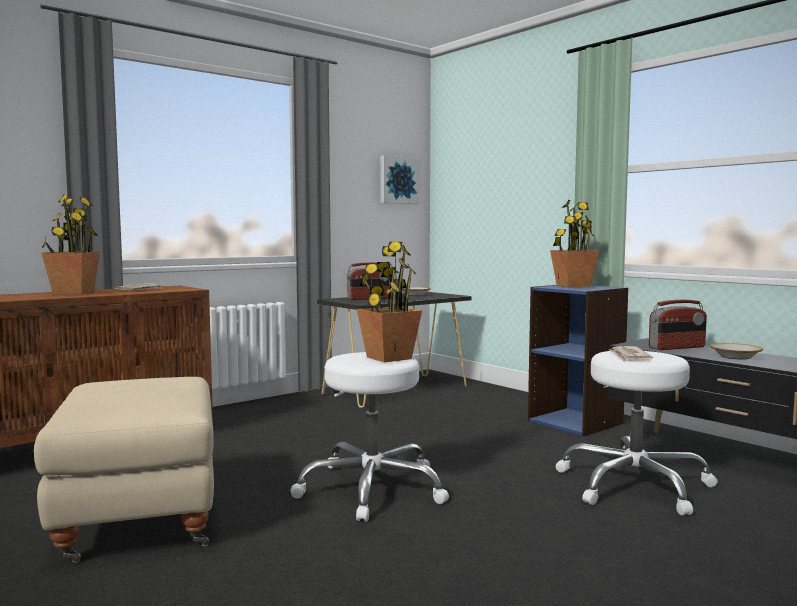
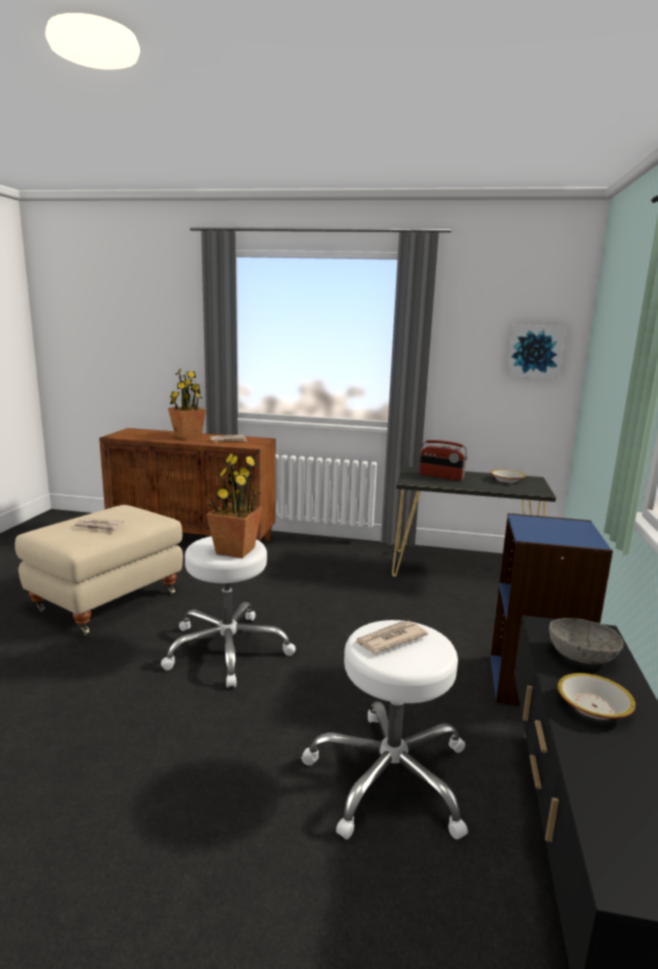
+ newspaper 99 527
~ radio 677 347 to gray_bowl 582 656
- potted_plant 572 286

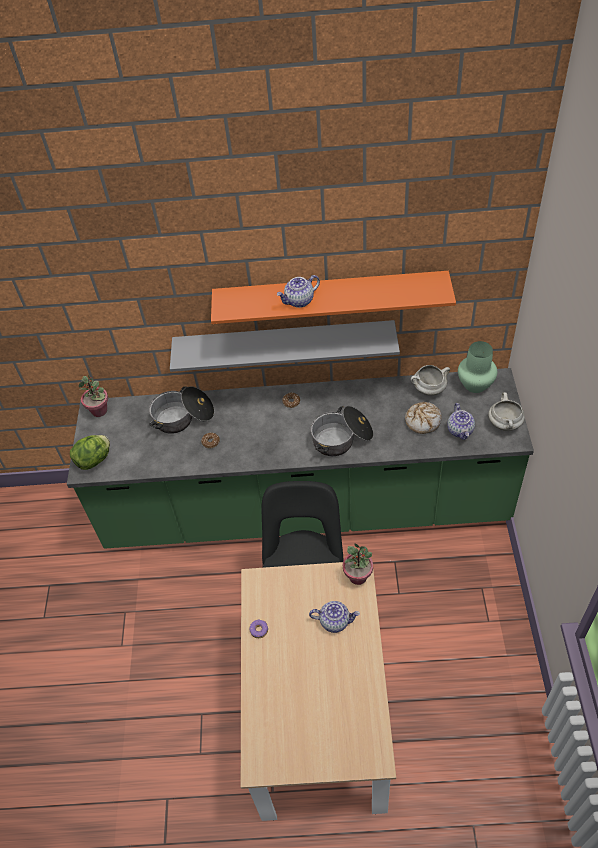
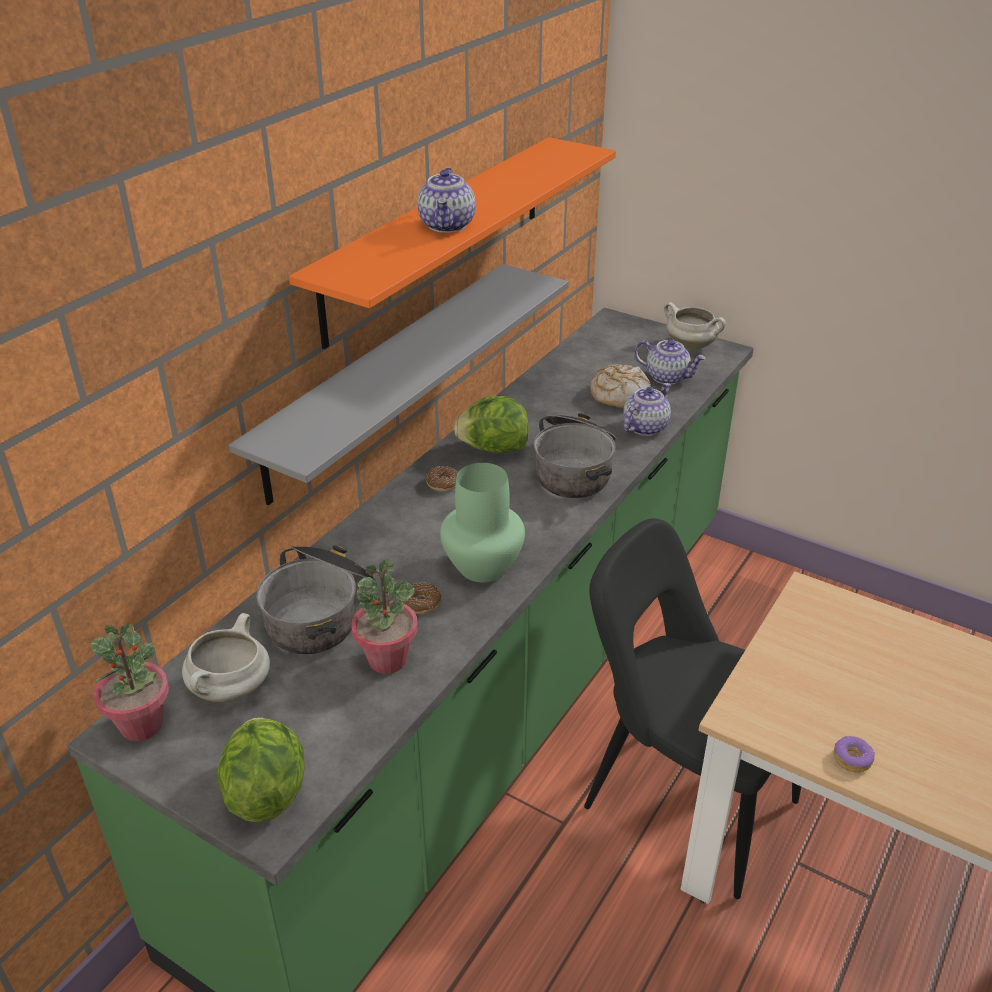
~ white-coloured_cooking_pot 429 389 to 231 690
~ potted_plant 358 576 to 387 659
~ green_vase 474 384 to 481 567
+ lettuce 493 449
~ pot_for_tea 335 621 to 645 427

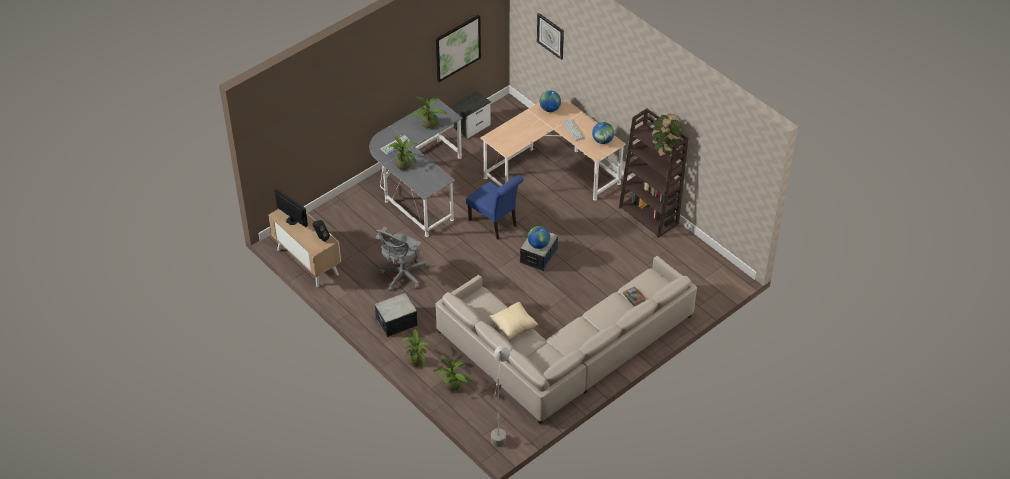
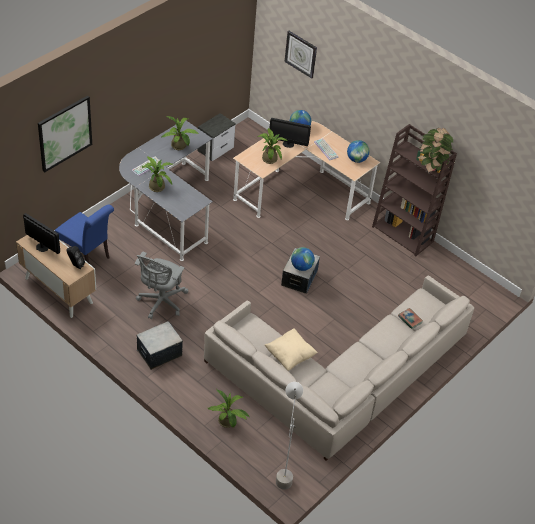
~ picture 457 47 to 64 133
~ blue-coloured_upright_chair 495 224 to 87 256
~ potted_plant 416 360 to 270 158
+ monitor 288 144

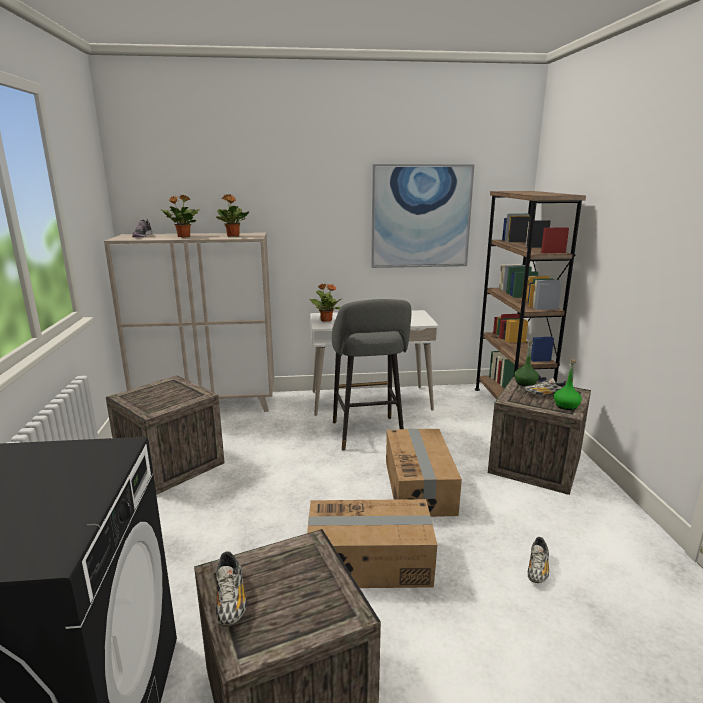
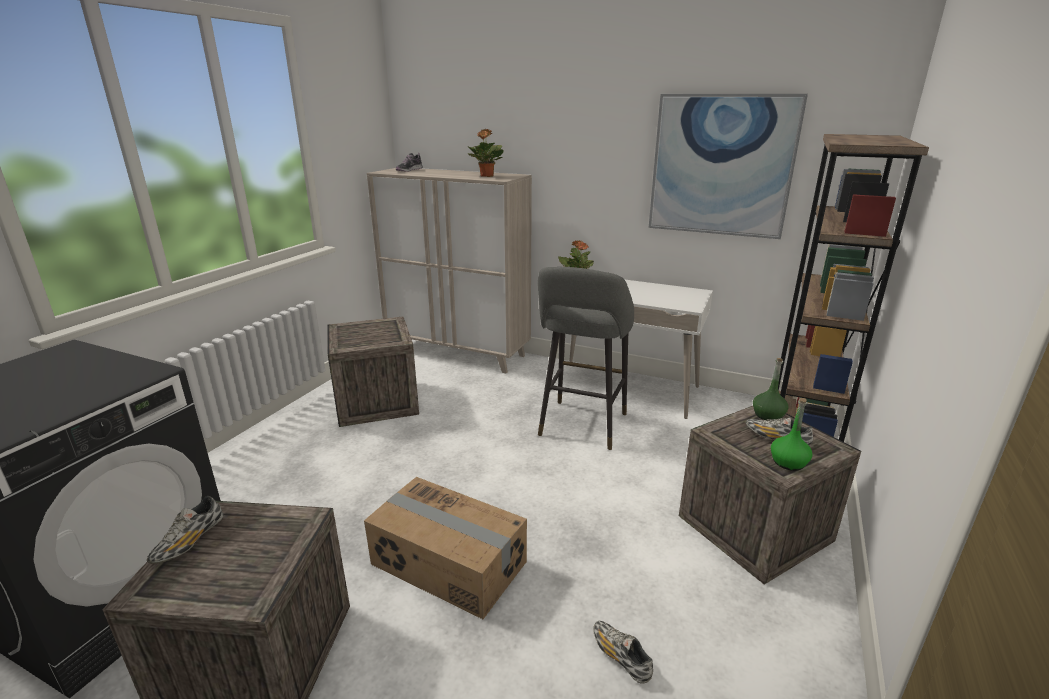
~ item_of_footwear 537 569 = 620 657 90 degrees clockwise
- potted_plant 183 236
- cardboard_box 420 486

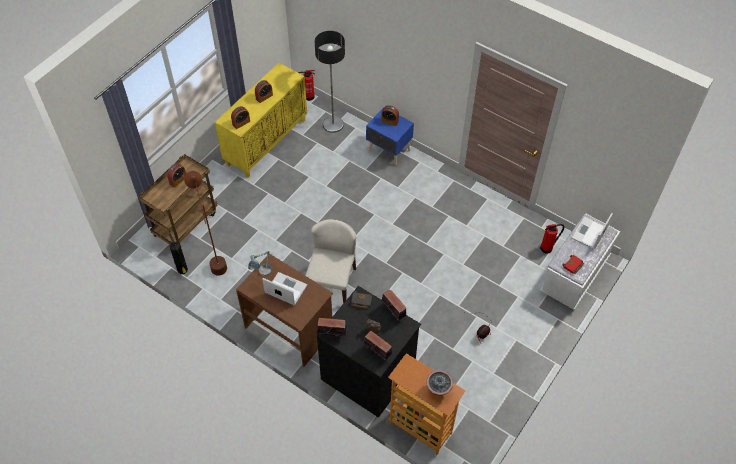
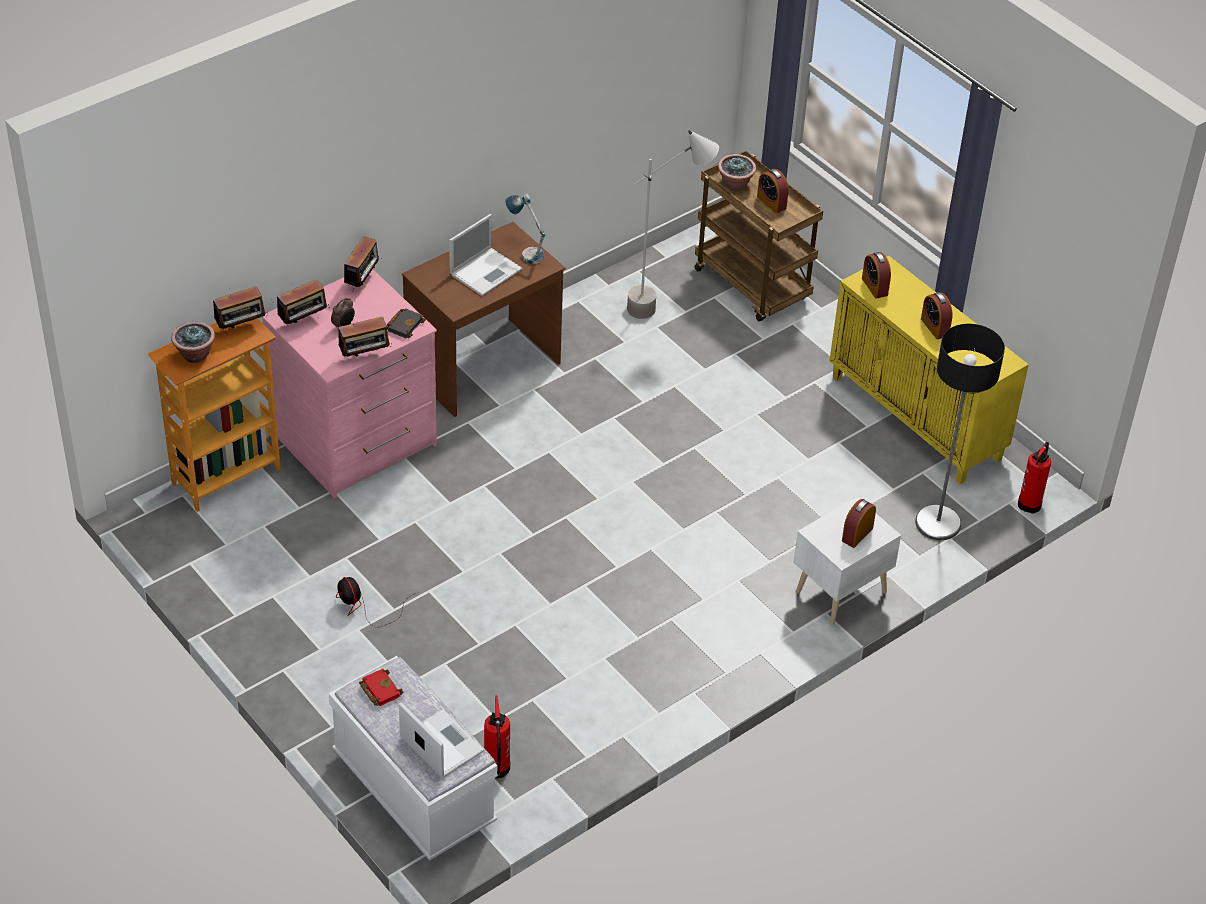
+ radio 241 328
~ black-coloured_dresser 368 373 to pinkish_dresser 356 441
~ brownish_standing_lamp 214 258 to gray_standing_lamp 665 307
+ potted_plant 735 184
~ blue-coloured_night_table 389 151 to white-coloured_night_table 838 591
- fire_extinguisher 182 270
- sand-coloured_upright_chair 332 283

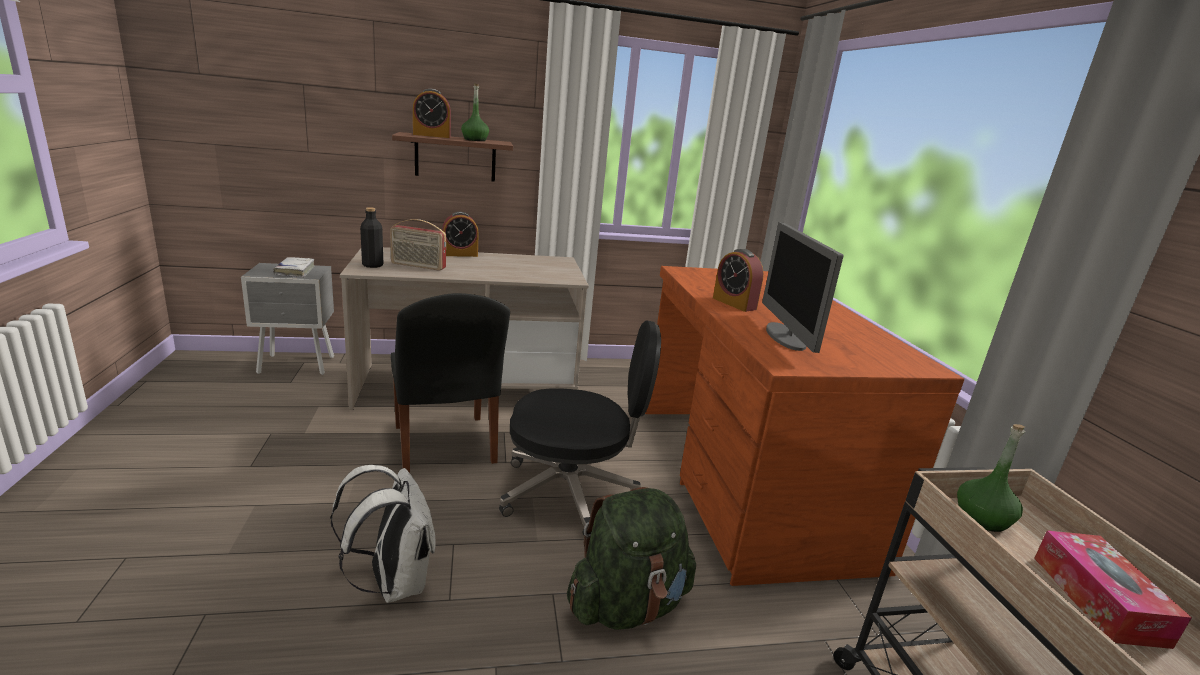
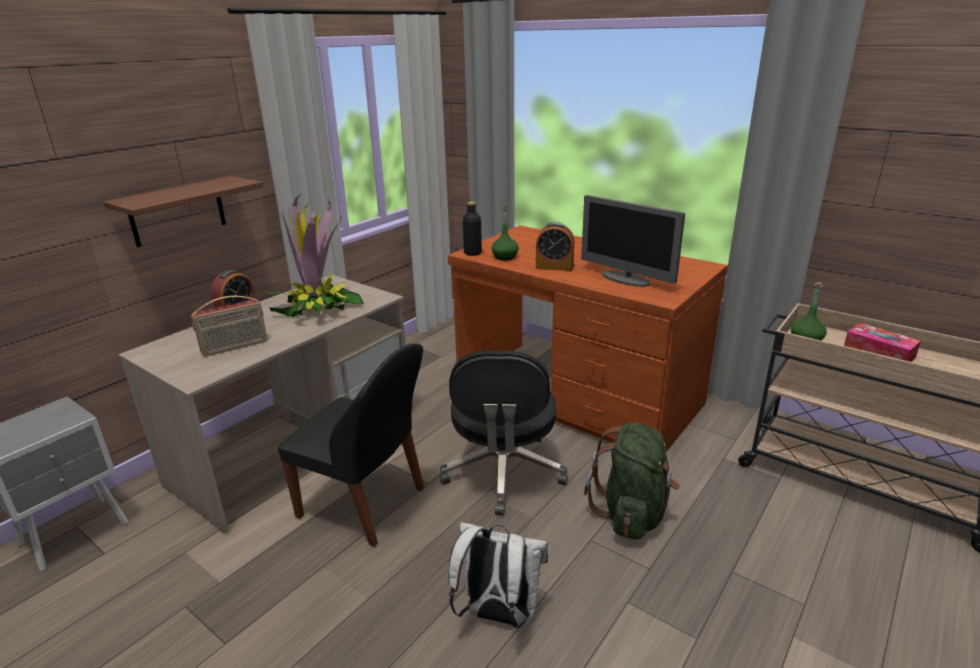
+ potted_plant 318 308
~ black-coloured_desk_chair 572 493 = 503 472 135 degrees clockwise
~ black-coloured_bottle 372 265 to 472 253
~ green_bottle 475 140 to 505 257
- white-coloured_book 295 271
- alarm_clock 432 136

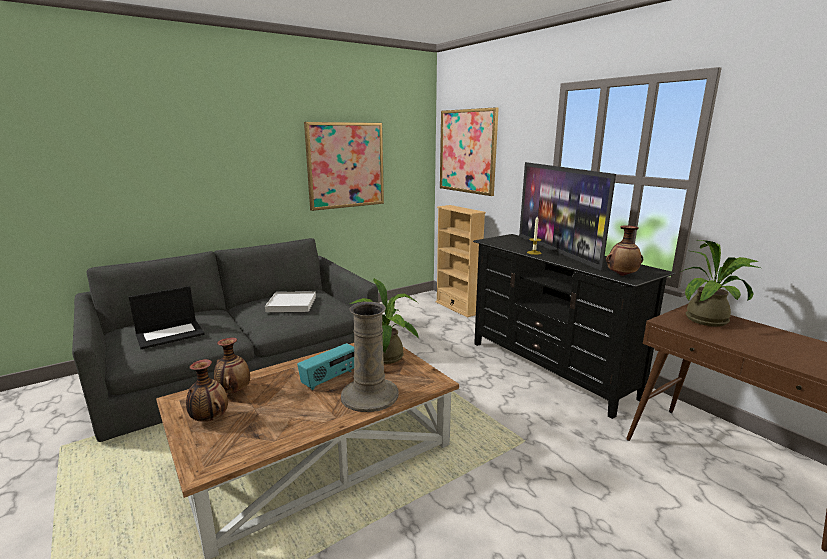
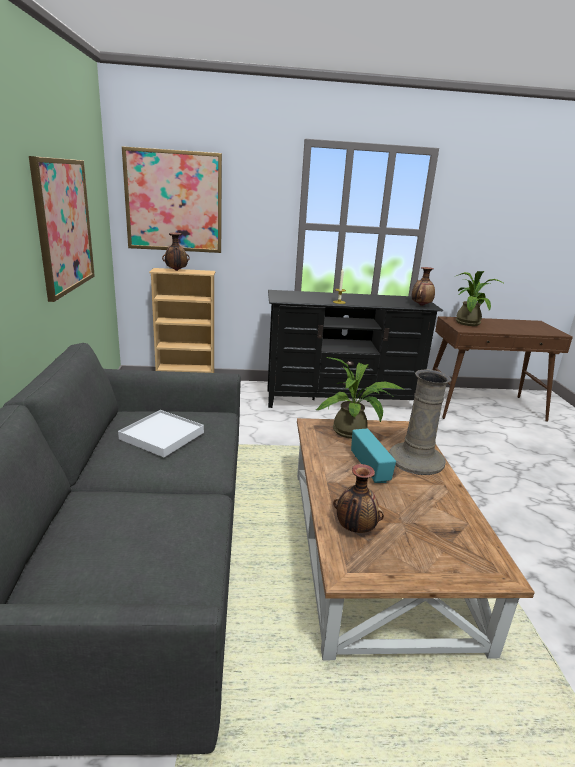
~ vase 209 419 to 176 270
- portable_computer 170 334
- TV 557 251

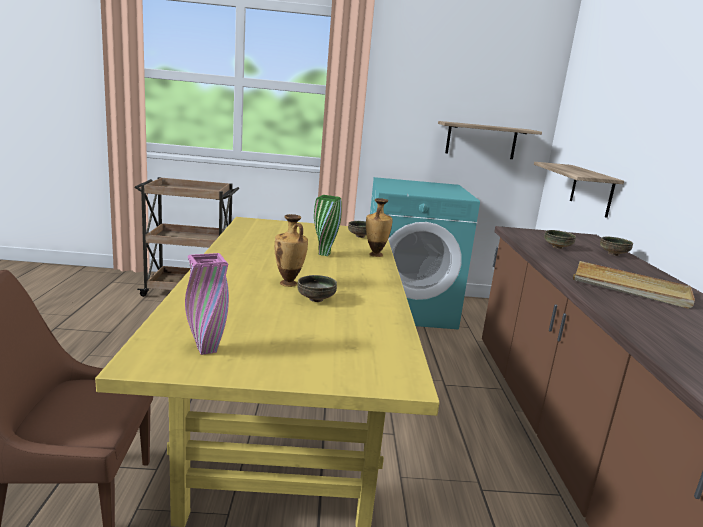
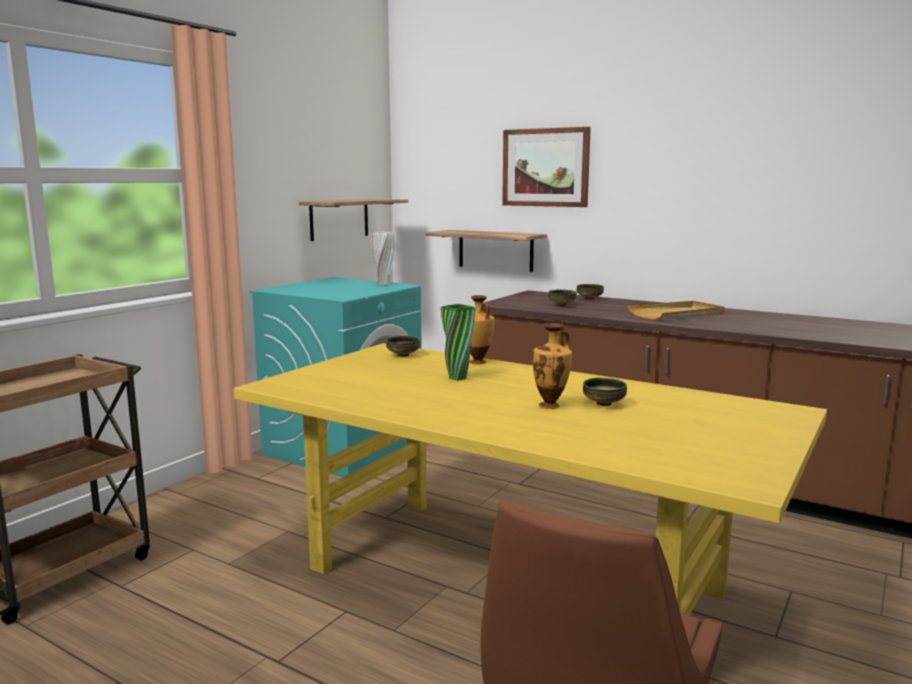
+ white-coloured_vase 383 284
+ picture 545 167
- pinkish_vase 206 350

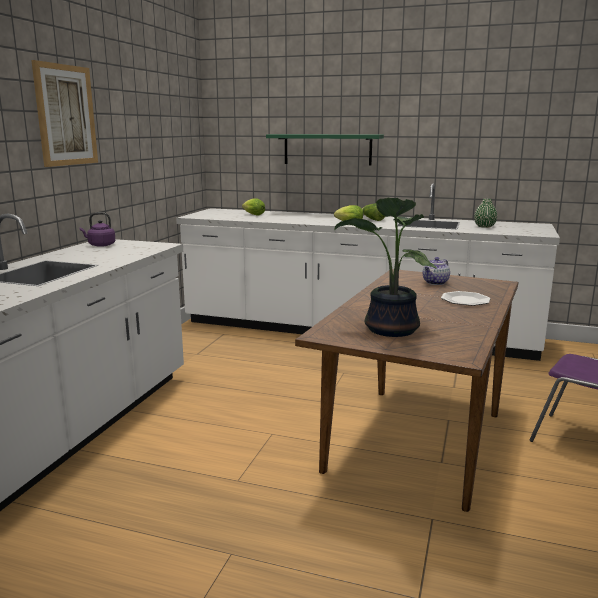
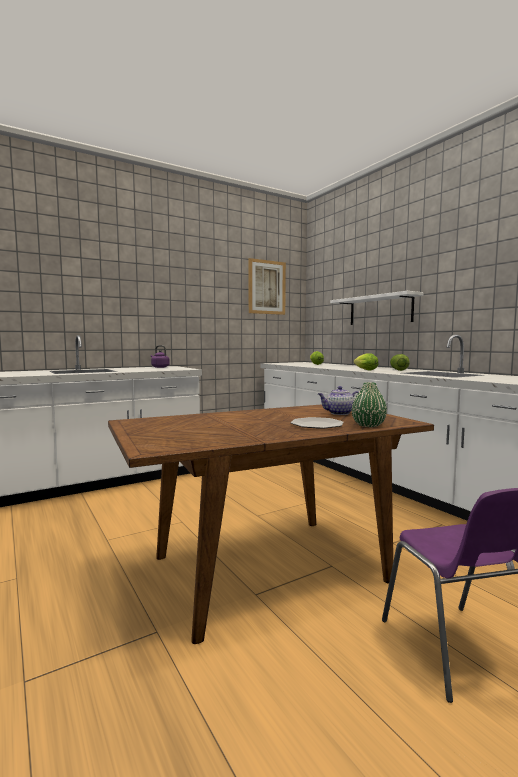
~ picture 66 115 to 267 287
~ green_shelf 327 149 to white-coloured_shelf 380 310
~ green_vase 484 226 to 368 425
- potted_plant 389 330

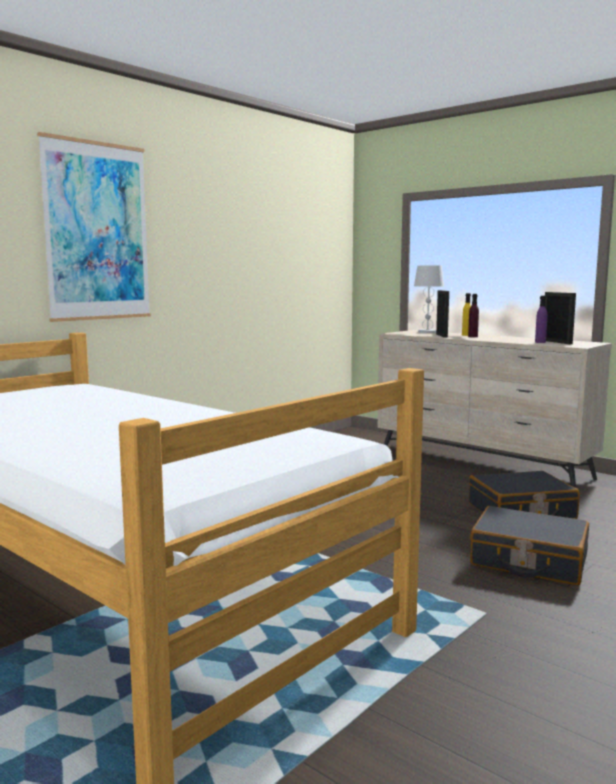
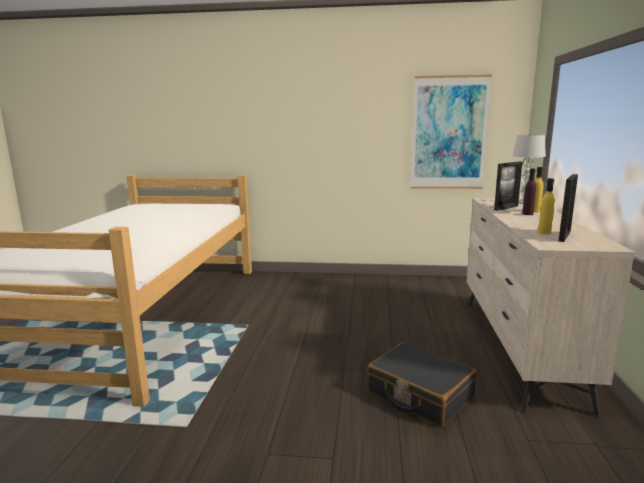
~ picture 97 232 to 449 133
~ purple-coloured_bottle 540 342 to yellowish_bottle 544 232
- black-coloured_travel_case 528 561

